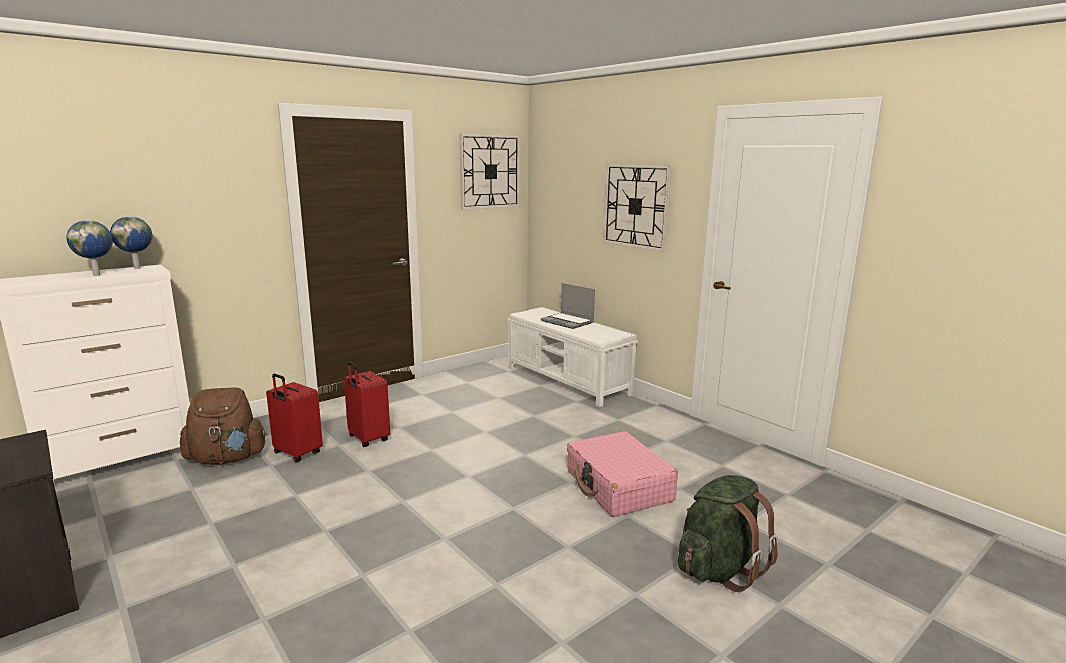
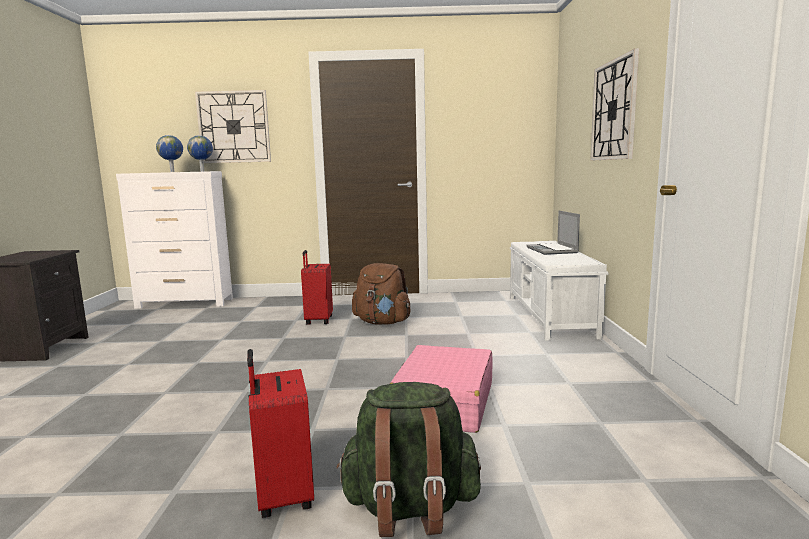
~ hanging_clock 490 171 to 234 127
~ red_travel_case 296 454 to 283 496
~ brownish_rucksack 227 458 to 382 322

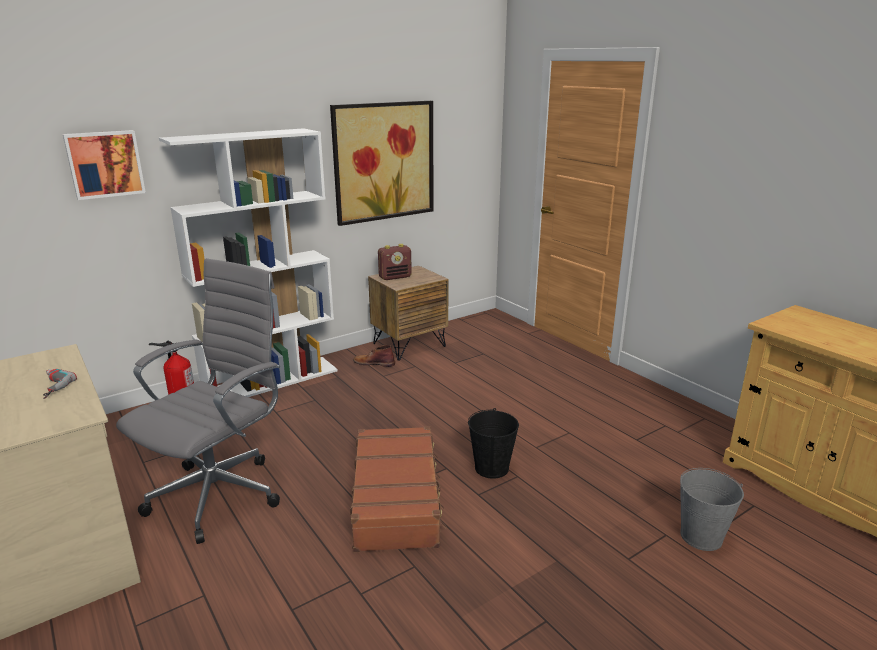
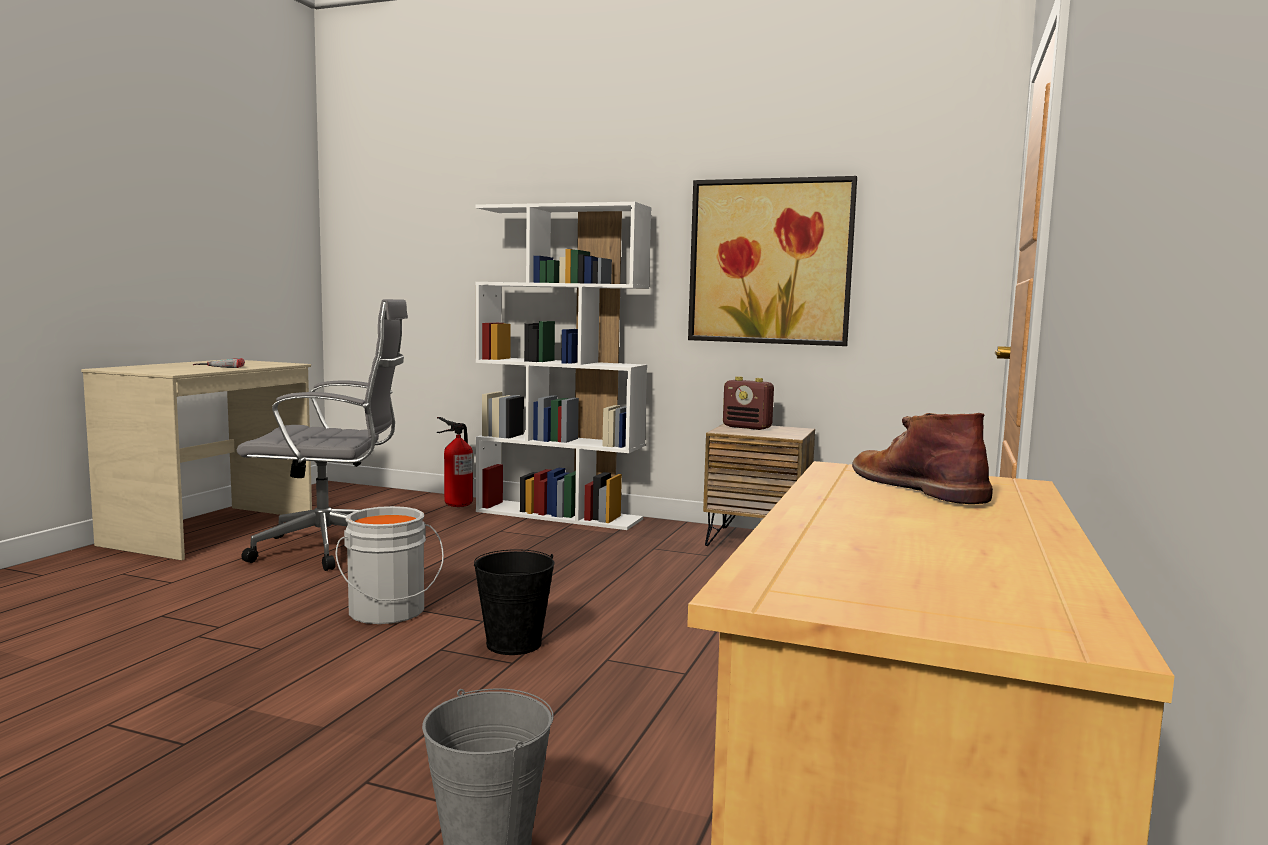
~ brownish_travel_case 397 499 to gray_bucket 388 612
~ brownish_high-top_boot 374 363 to 916 486
- picture 105 164

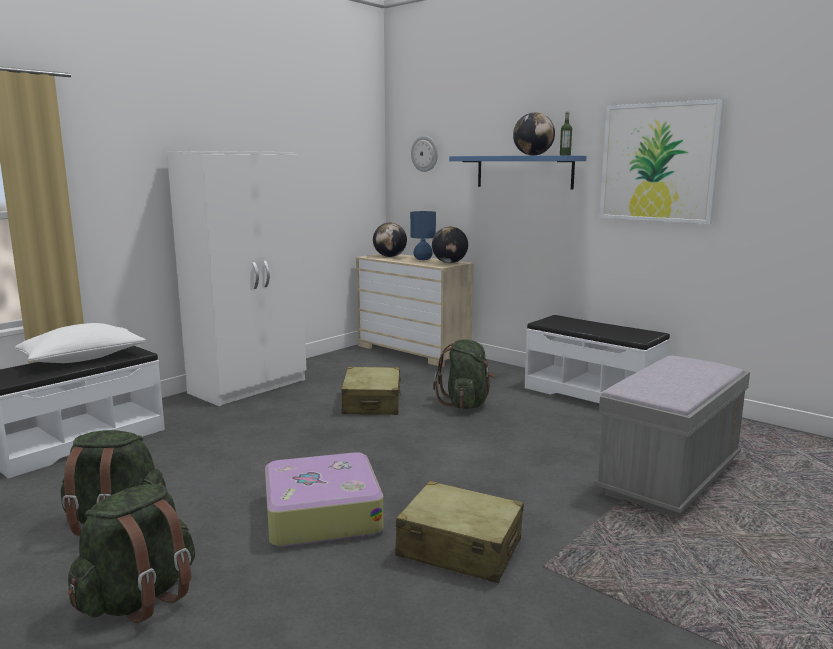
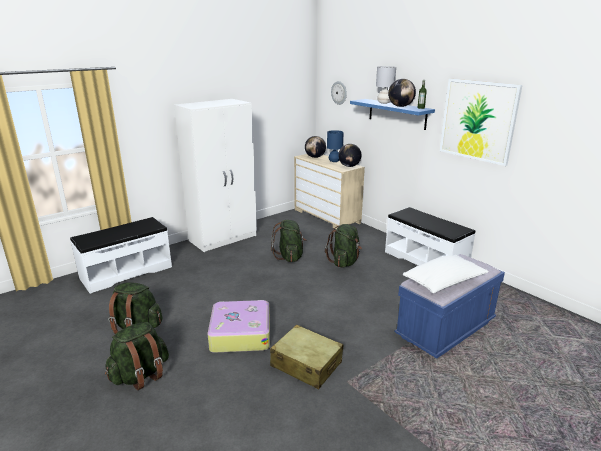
~ sand-coloured_travel_case 372 403 to green_rucksack 289 257
+ gray_table_lamp 383 103
~ gray_long_seat 670 478 to blue-coloured_long_seat 445 330
~ white-coloured_pillow 83 359 to 444 283

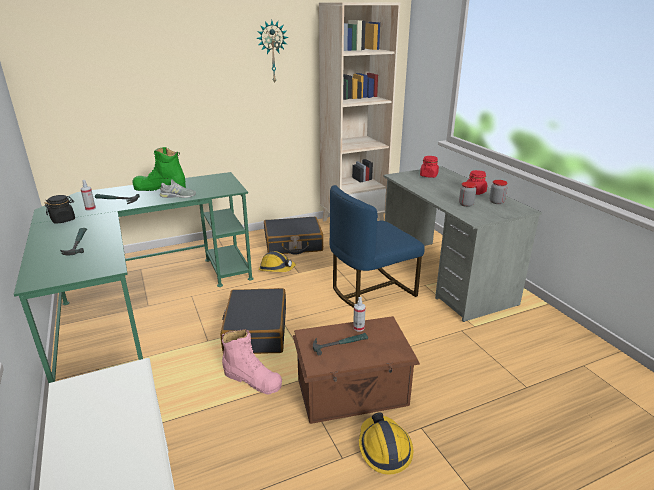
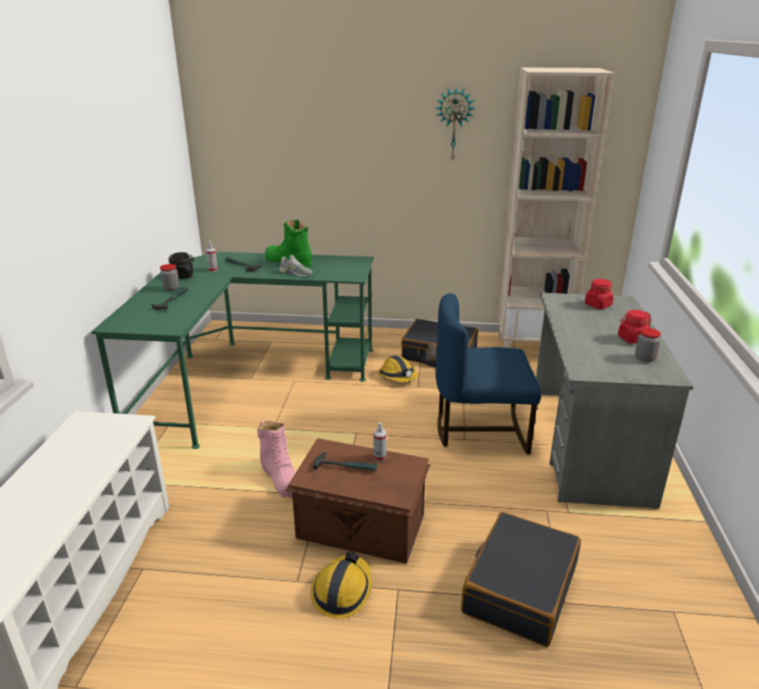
~ preserve_jar 466 204 to 171 288
~ black-coloured_travel_case 256 330 to 519 588

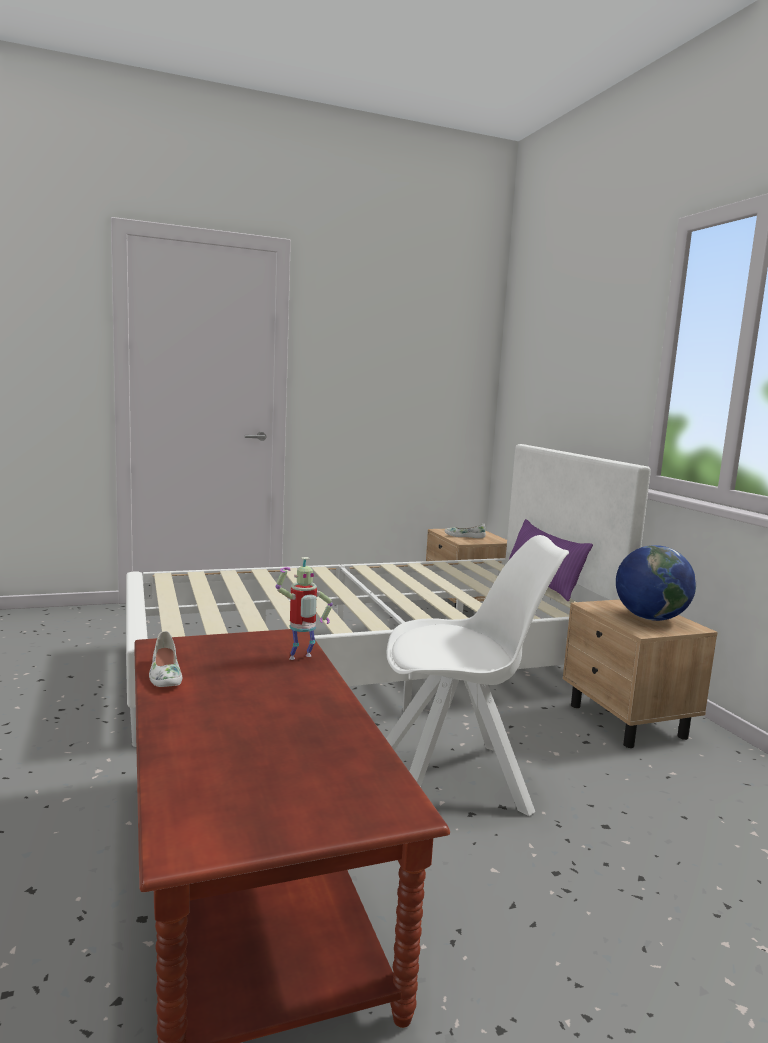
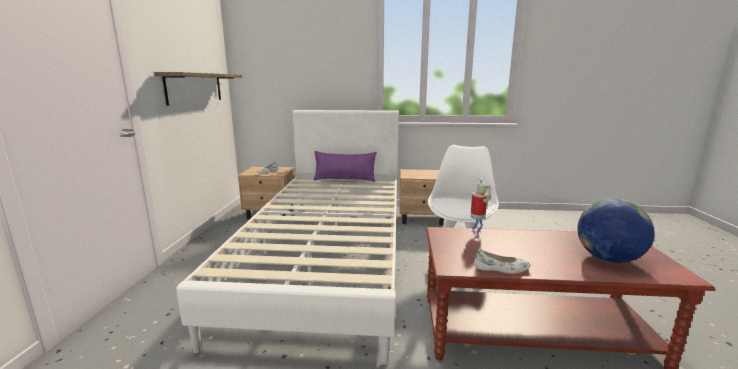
+ shelf 195 88
~ desk_globe 650 618 to 608 259

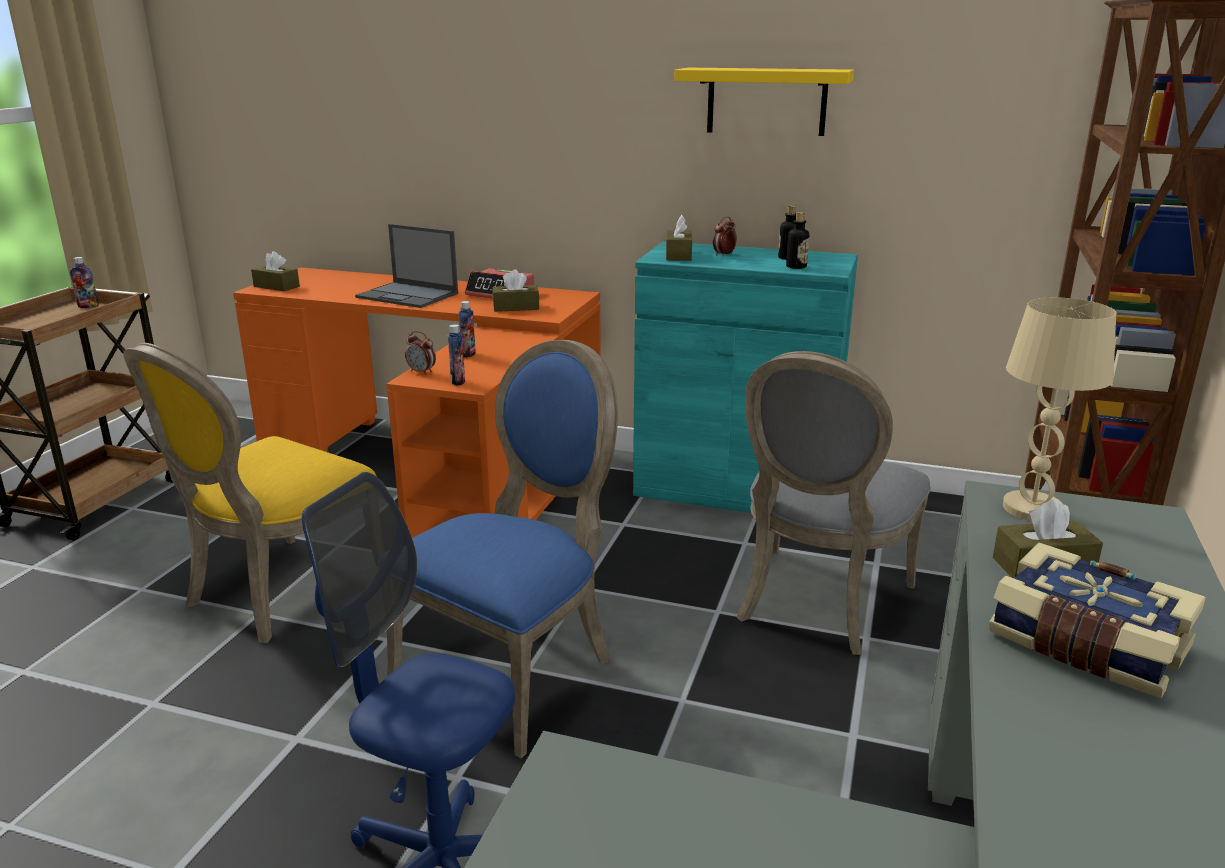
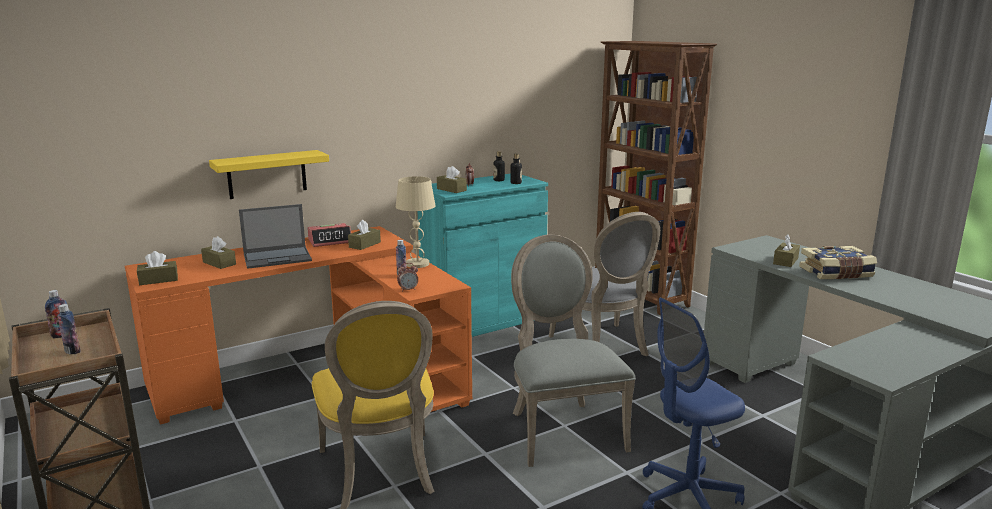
~ bottle 458 382 to 72 351
+ brownish_box_of_tissues 219 263
~ yellowish_shelf 766 101 to 267 174
~ sand-coloured_table_lamp 1033 509 to 417 264
~ blue-coloured_upright_chair 515 671 to gray_upright_chair 562 429

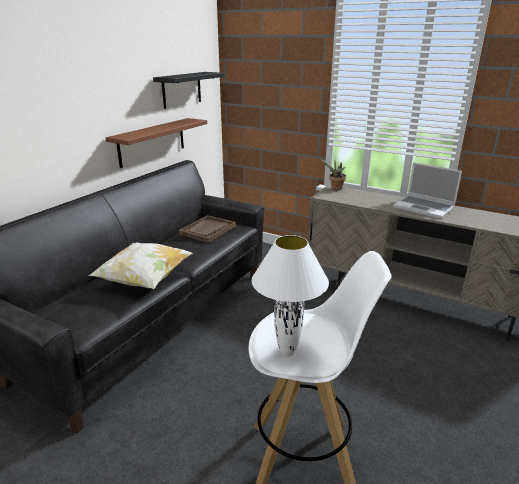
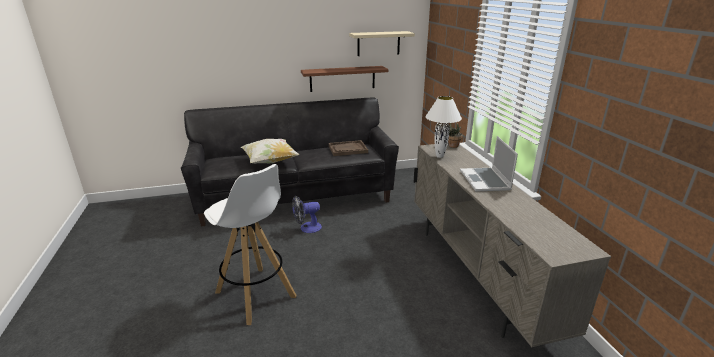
+ fan 307 228
~ black-coloured_shelf 181 89 to sand-coloured_shelf 378 43
~ white-coloured_table_lamp 288 352 to 440 156

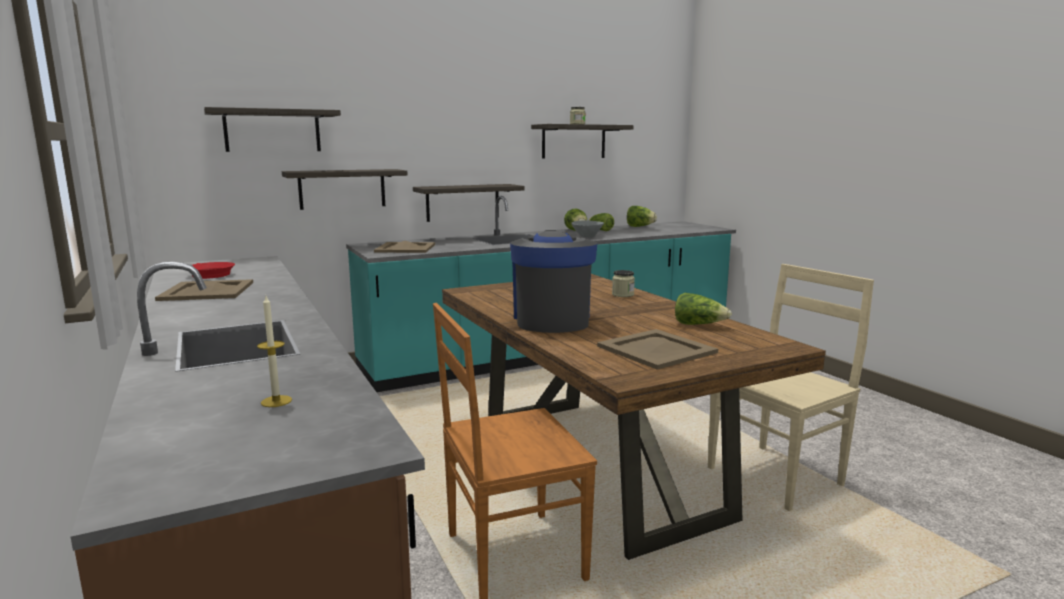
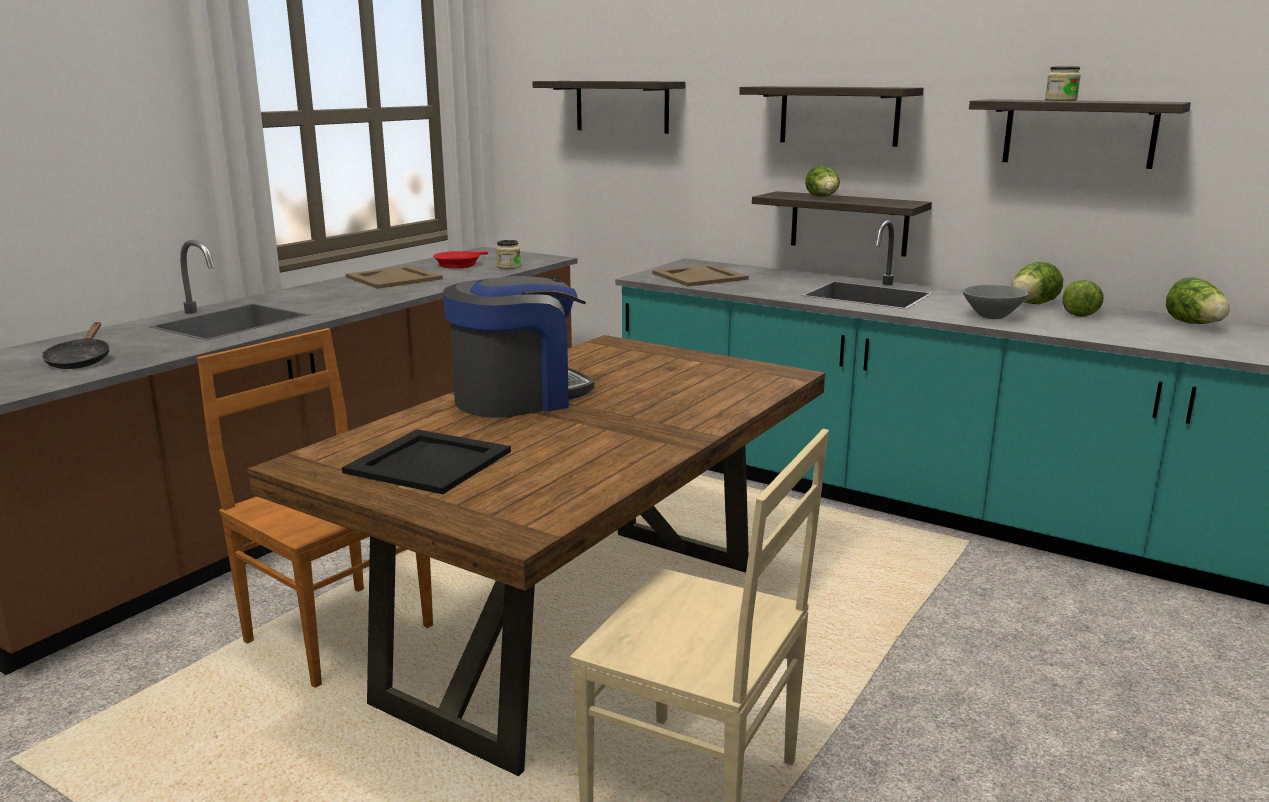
~ candle 276 401 to black-coloured_skillet 80 360
~ sand-coloured_serving_tray 657 349 to black-coloured_serving_tray 429 462
~ preserve_jar 622 295 to 508 266
~ shelf 342 189 to 839 115
~ lettuce 699 325 to 823 198

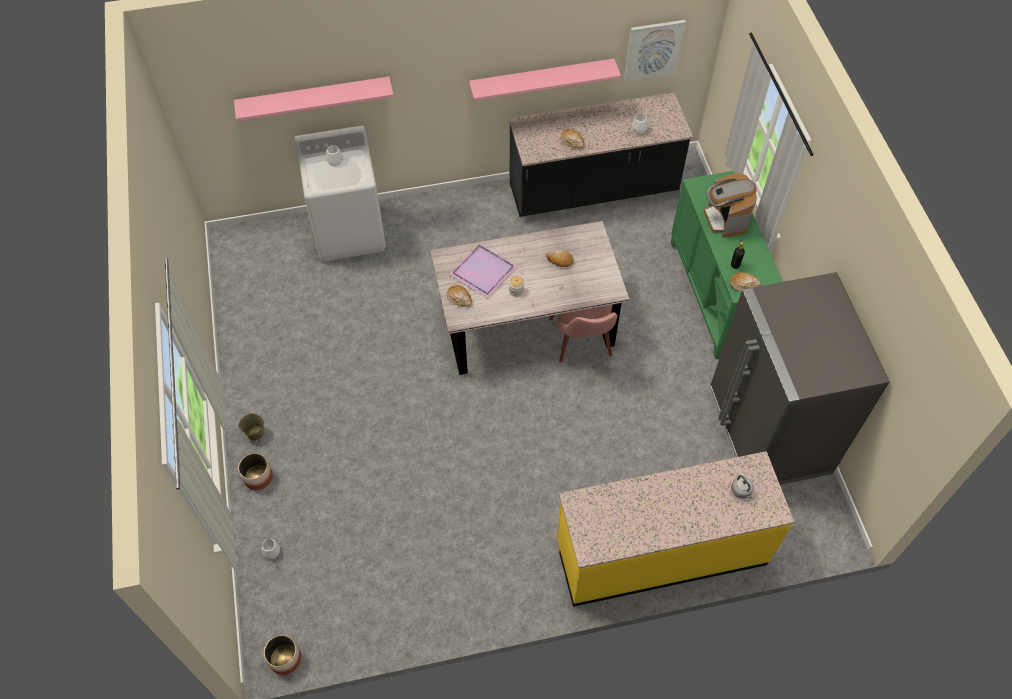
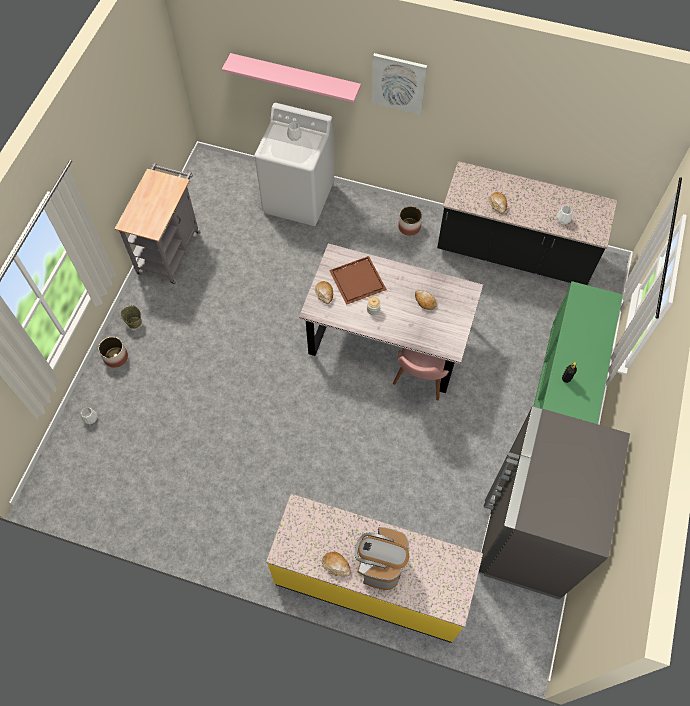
+ gray_cart 170 249
~ baked_bread 743 284 to 336 565
~ purple-coloured_serving_tray 483 270 to brownish_serving_tray 358 280
~ coffee_machine 725 219 to 381 564
~ picture 653 49 to 398 83
~ planter 285 658 to 409 227
- pinkish_shelf 541 79
- gray_kettle 741 491

